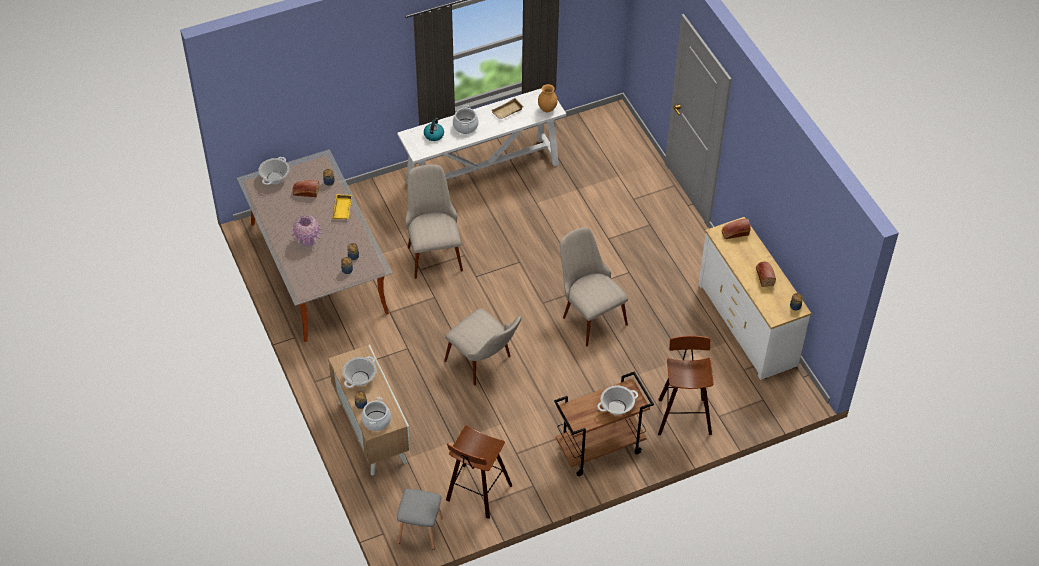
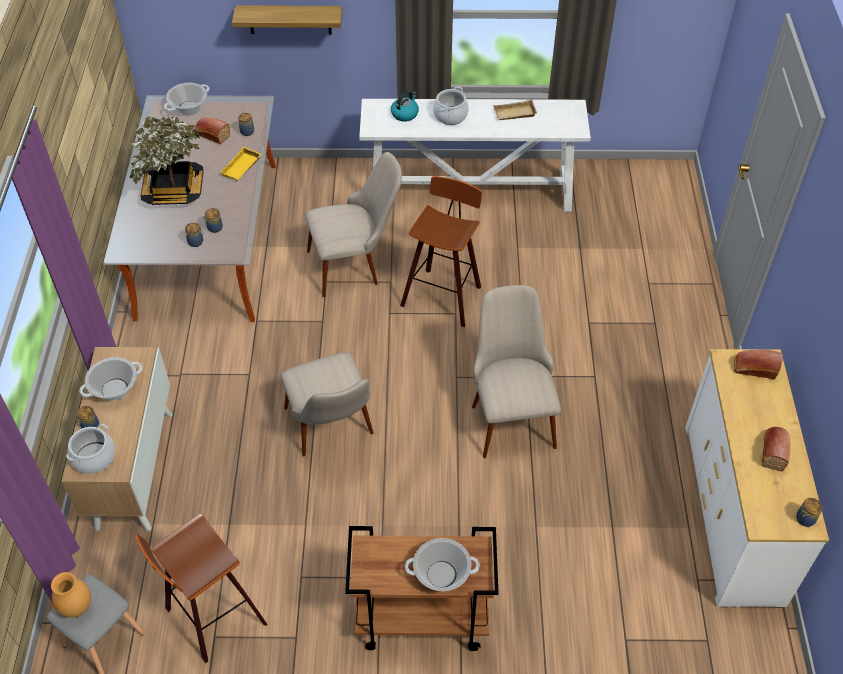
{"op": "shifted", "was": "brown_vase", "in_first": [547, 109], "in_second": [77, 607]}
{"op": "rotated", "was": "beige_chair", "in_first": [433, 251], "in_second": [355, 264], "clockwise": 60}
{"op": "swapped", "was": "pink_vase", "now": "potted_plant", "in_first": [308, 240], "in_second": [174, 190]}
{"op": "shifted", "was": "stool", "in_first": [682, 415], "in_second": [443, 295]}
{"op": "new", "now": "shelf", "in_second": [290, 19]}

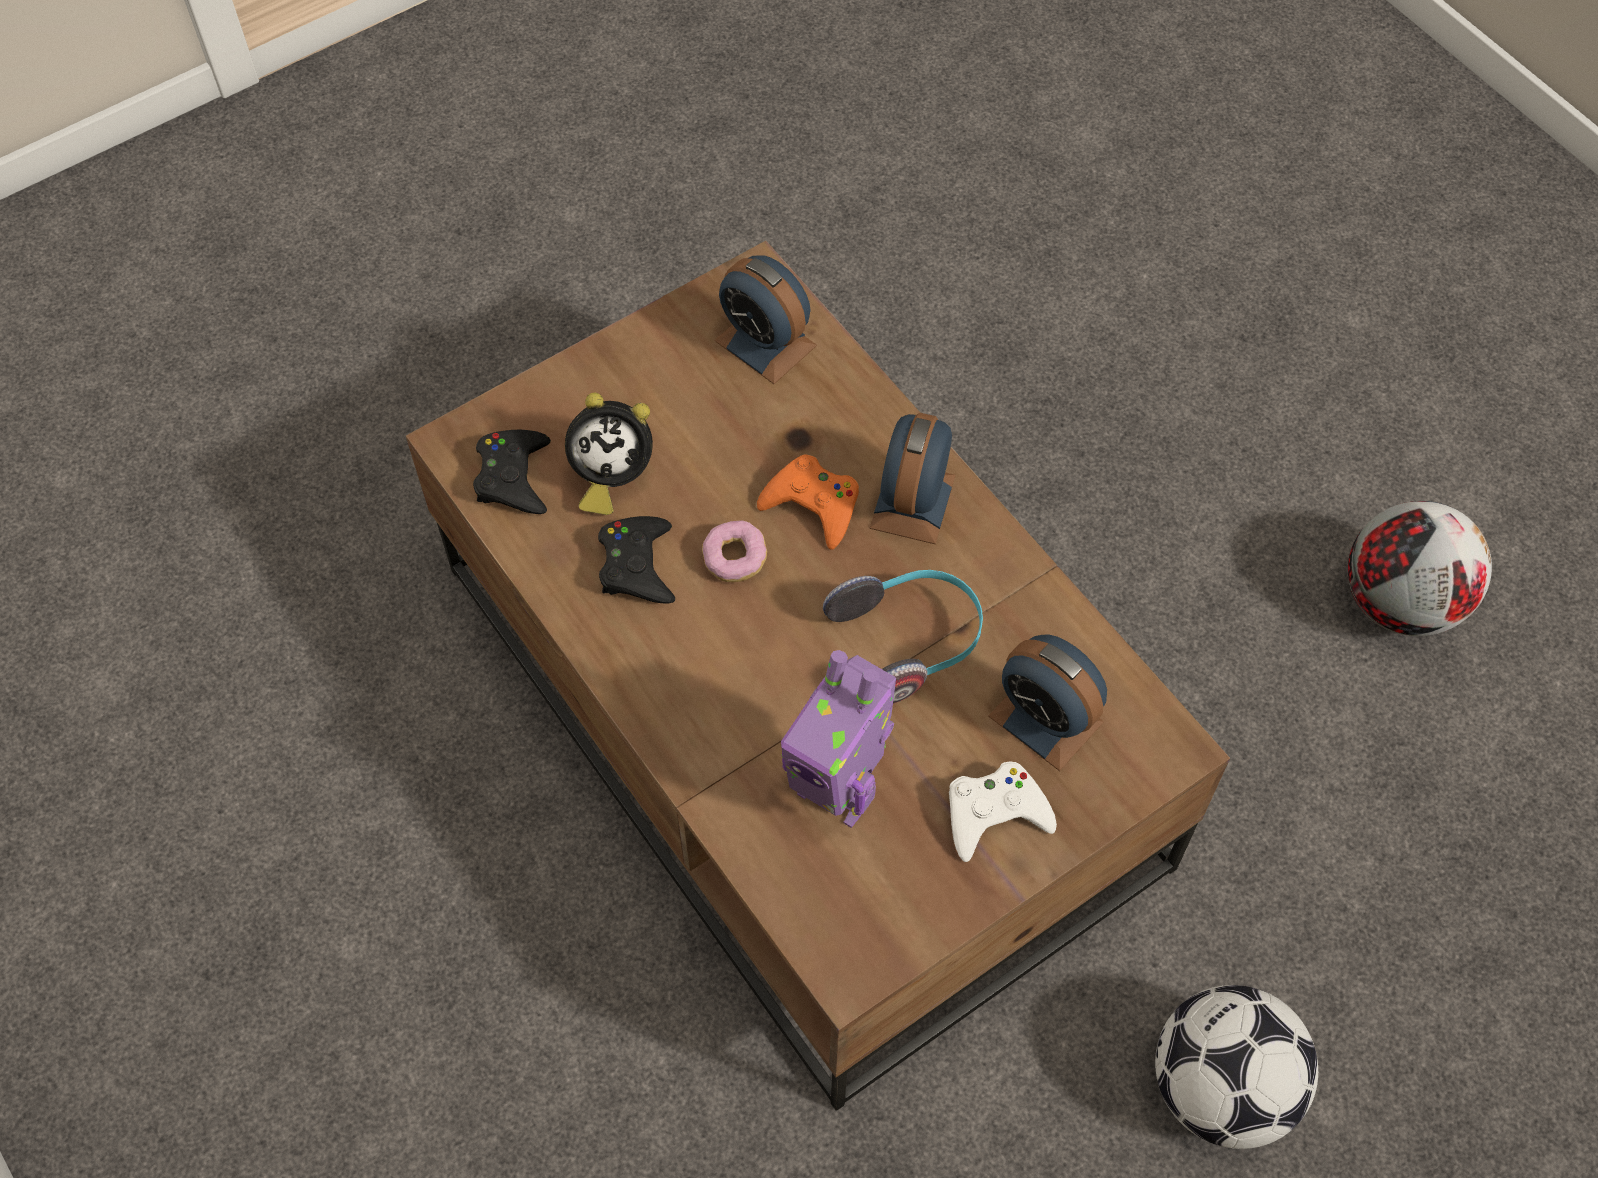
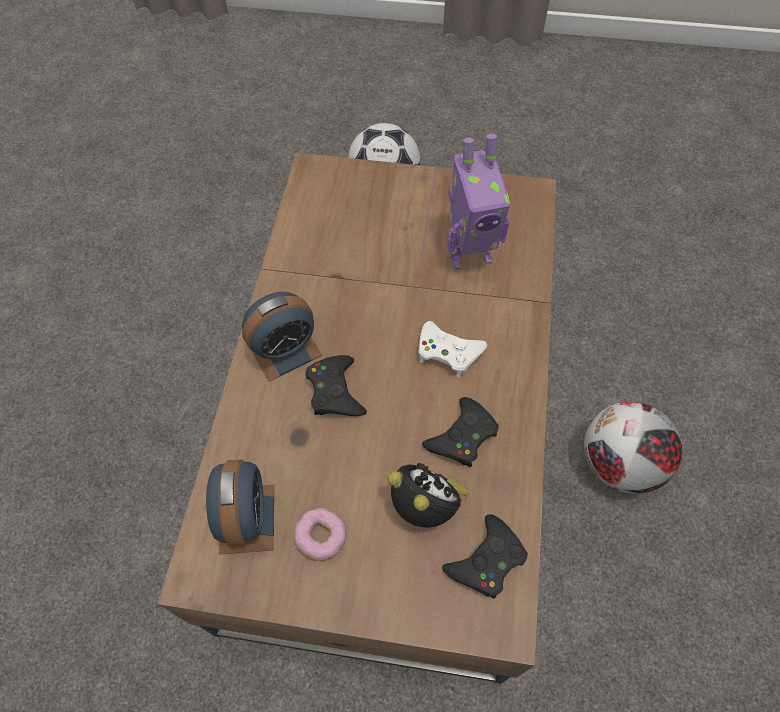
{"op": "repainted", "was": "orange_game_controller", "now": "black_game_controller", "in_first": [813, 505], "in_second": [335, 391]}
{"op": "shifted", "was": "football", "in_first": [1399, 601], "in_second": [618, 465]}
{"op": "shifted", "was": "donut", "in_first": [735, 559], "in_second": [321, 537]}
{"op": "gone", "was": "headphones", "in_first": [909, 642]}
{"op": "gone", "was": "alarm_clock", "in_first": [1045, 719]}
{"op": "rotated", "was": "toy_robot", "in_first": [838, 791], "in_second": [469, 254], "clockwise": 90}
{"op": "shifted", "was": "white_game_controller", "in_first": [994, 814], "in_second": [448, 352]}

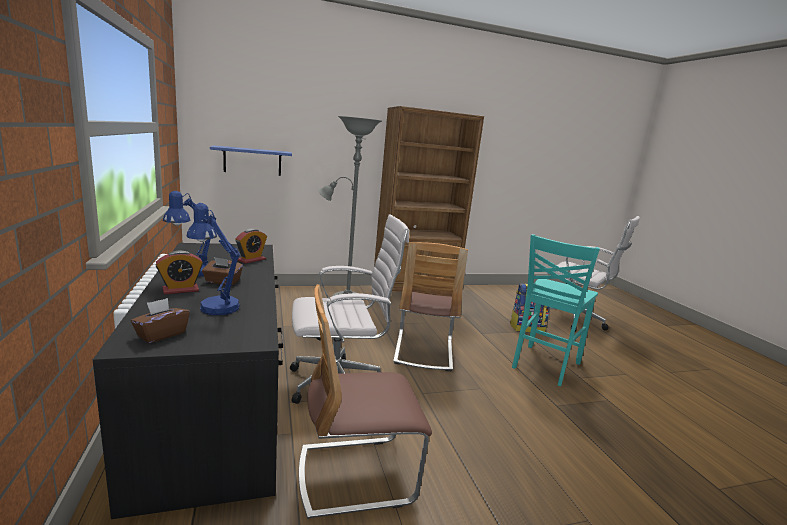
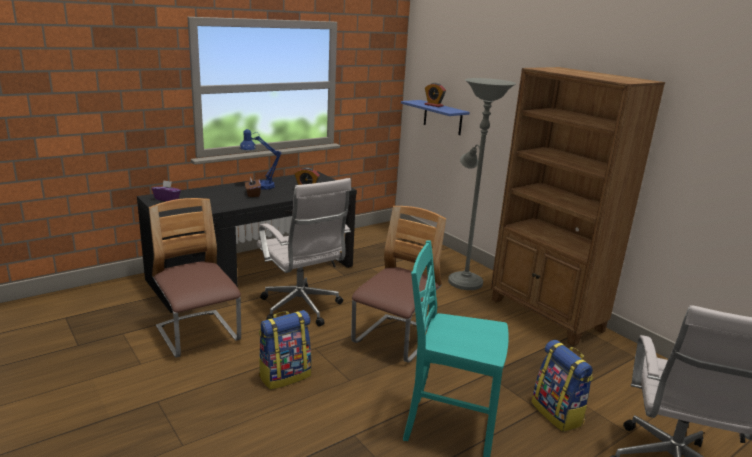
{"op": "gone", "was": "blue_table_lamp", "in_first": [215, 305]}
{"op": "rotated", "was": "chair", "in_first": [423, 351], "in_second": [395, 340], "clockwise": 135}
{"op": "shifted", "was": "alarm_clock", "in_first": [180, 290], "in_second": [433, 105]}
{"op": "repainted", "was": "brown_tissue_box", "now": "purple_tissue_box", "in_first": [161, 334], "in_second": [167, 199]}
{"op": "new", "now": "backpack", "in_second": [285, 375]}

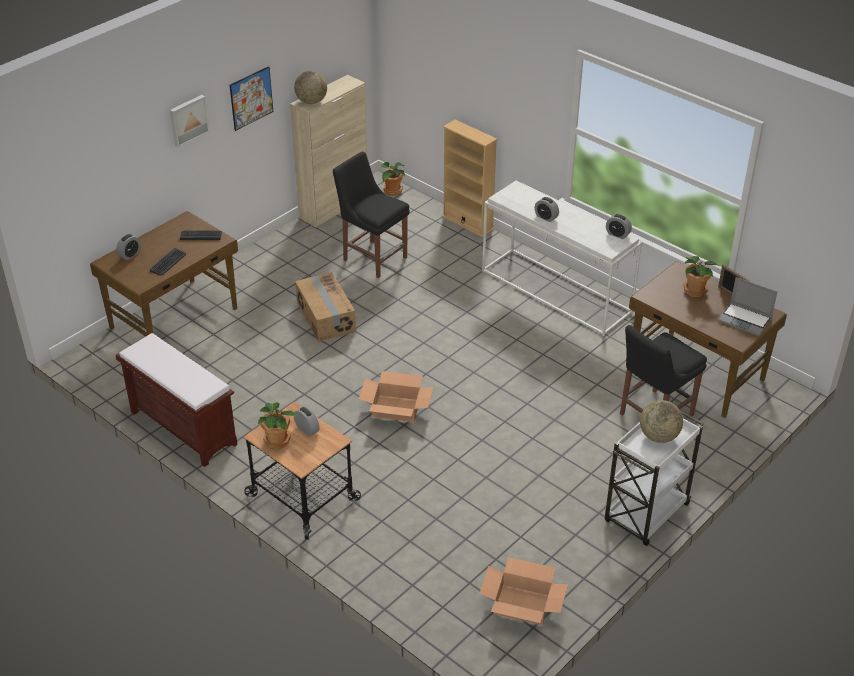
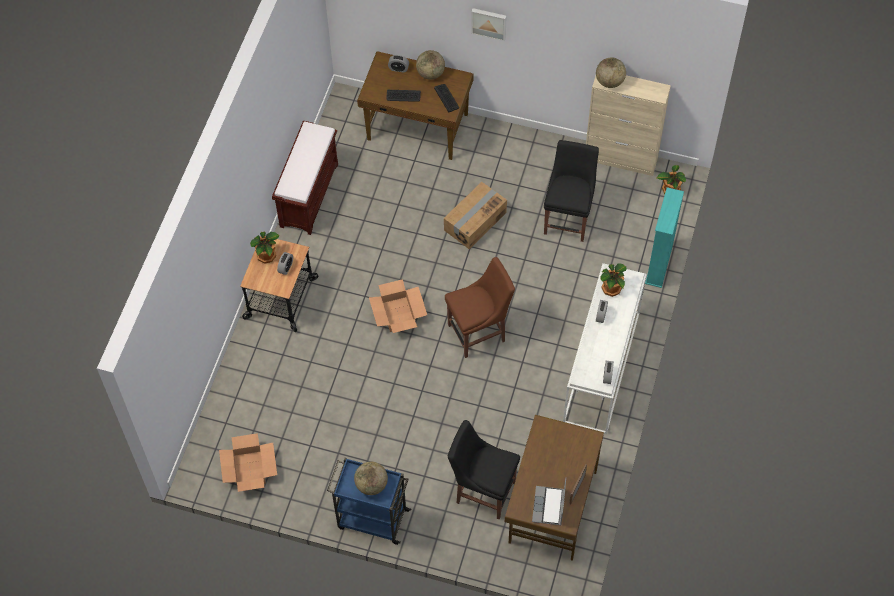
{"op": "gone", "was": "picture", "in_first": [251, 98]}
{"op": "repainted", "was": "beige_bookcase", "now": "turquoise_bookcase", "in_first": [467, 223], "in_second": [659, 265]}
{"op": "shifted", "was": "potted_plant", "in_first": [695, 290], "in_second": [612, 288]}
{"op": "repainted", "was": "white_cart", "now": "blue_cart", "in_first": [645, 514], "in_second": [372, 519]}
{"op": "new", "now": "globe", "in_second": [430, 73]}
{"op": "new", "now": "brown_chair", "in_second": [479, 332]}

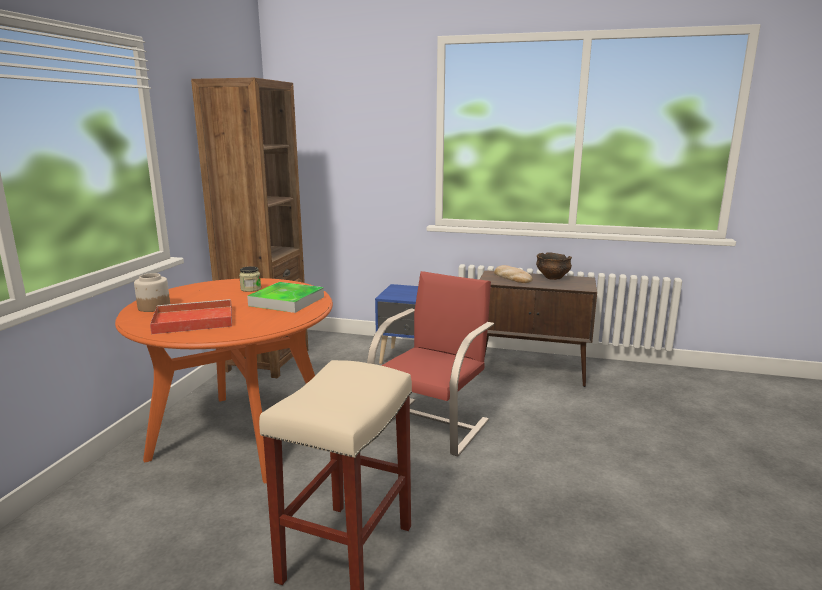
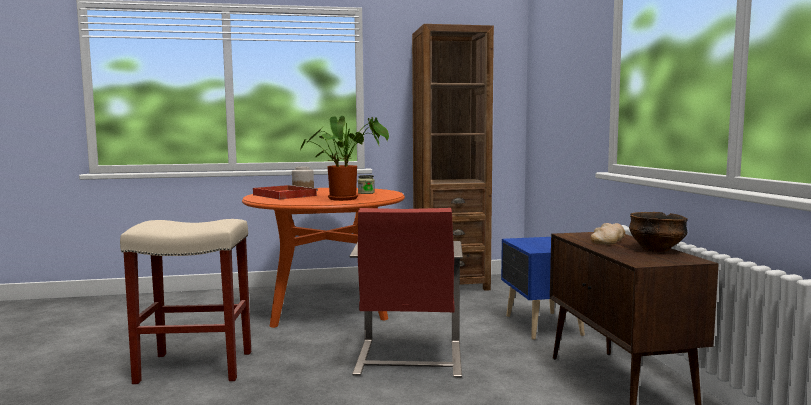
{"op": "rotated", "was": "red_chair", "in_first": [432, 425], "in_second": [408, 359], "clockwise": 90}
{"op": "swapped", "was": "tray", "now": "potted_plant", "in_first": [287, 301], "in_second": [346, 198]}

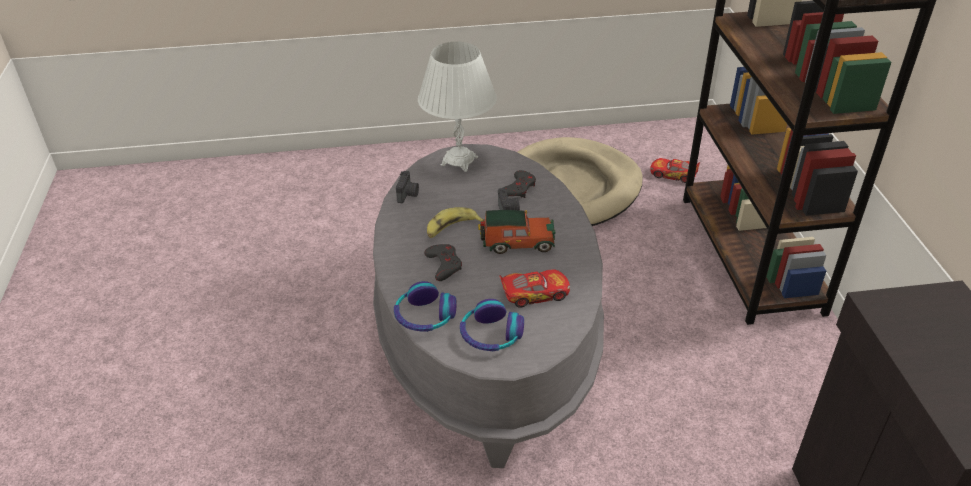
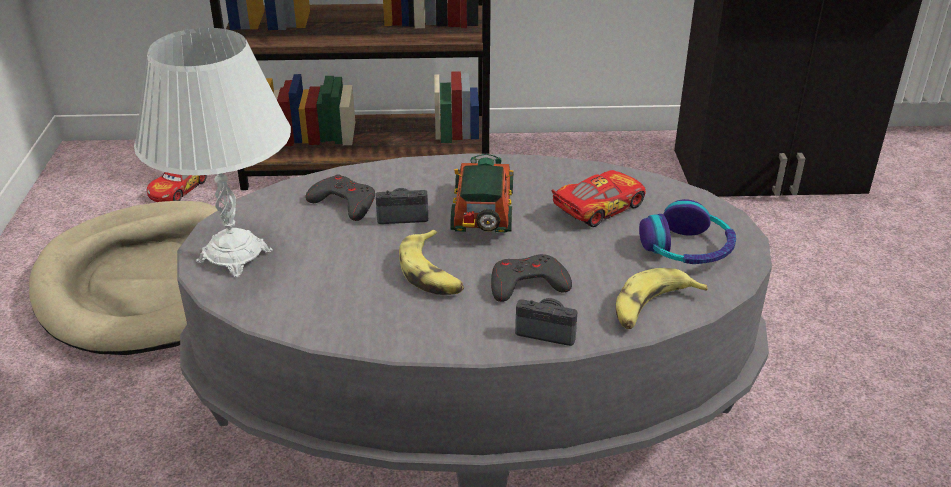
{"op": "shifted", "was": "photo_camera", "in_first": [408, 194], "in_second": [547, 331]}
{"op": "rotated", "was": "toy_car", "in_first": [535, 293], "in_second": [599, 207], "clockwise": 60}
{"op": "swapped", "was": "headphones", "now": "banana", "in_first": [424, 316], "in_second": [652, 308]}

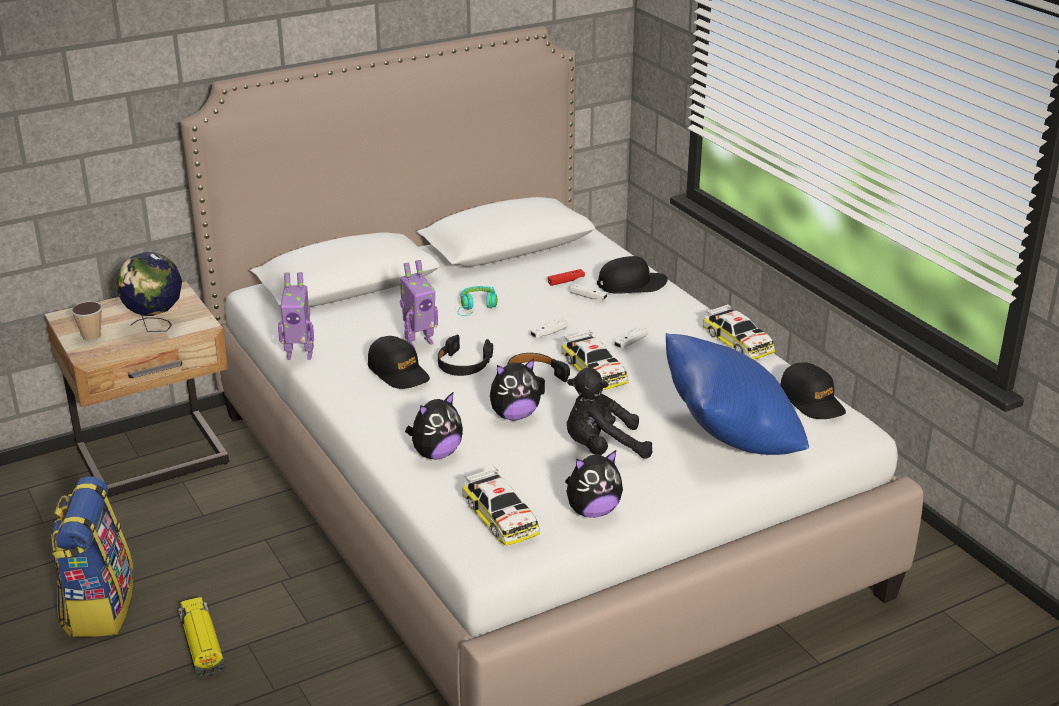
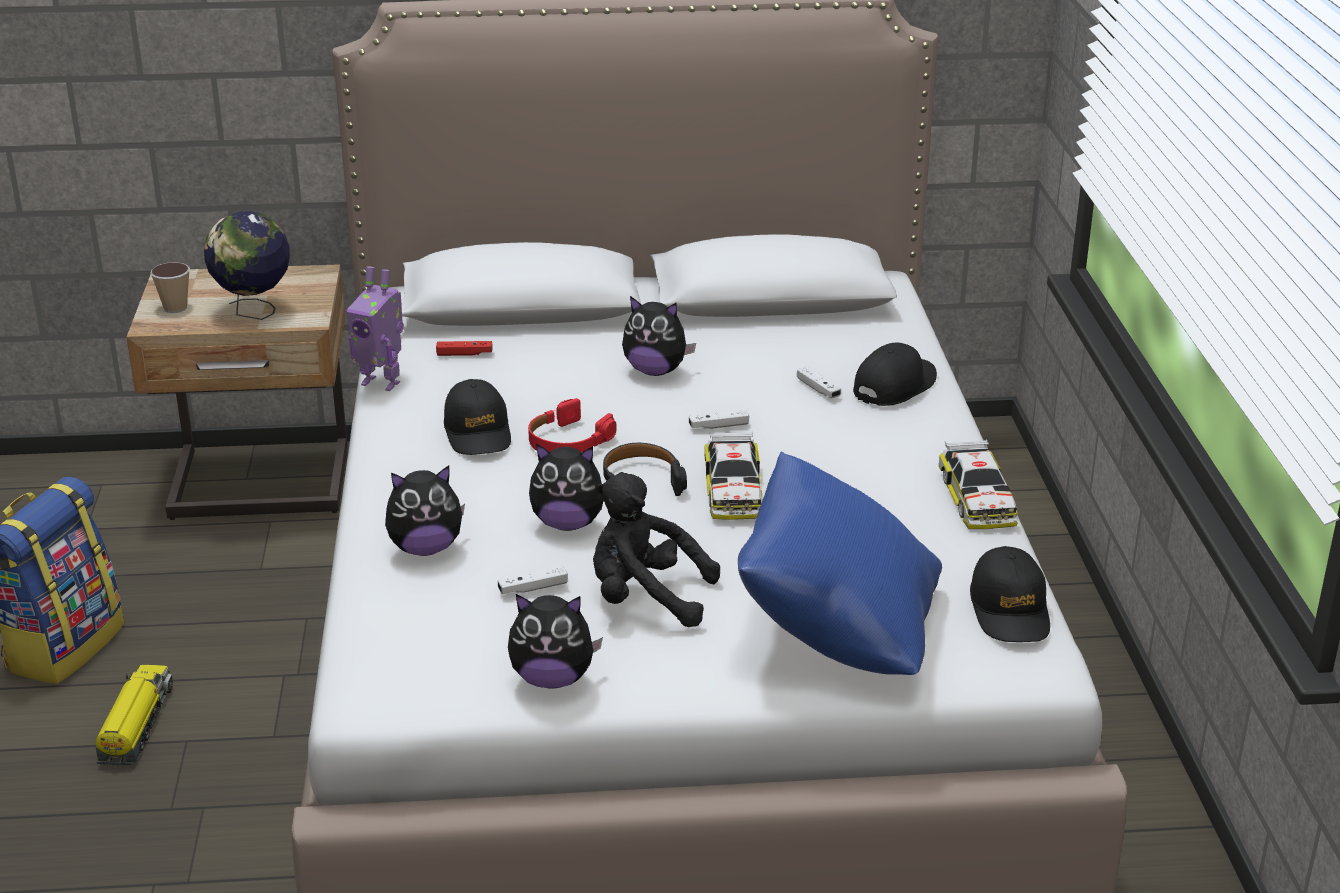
{"op": "rotated", "was": "black_cap", "in_first": [631, 285], "in_second": [895, 386], "clockwise": -60}
{"op": "gone", "was": "toy_robot", "in_first": [418, 342]}
{"op": "shifted", "was": "red_game_controller", "in_first": [566, 281], "in_second": [464, 354]}
{"op": "swapped", "was": "turquoise_headphones", "now": "plush_toy", "in_first": [476, 307], "in_second": [655, 371]}
{"op": "shifted", "was": "white_game_controller", "in_first": [630, 342], "in_second": [533, 588]}
{"op": "repainted", "was": "black_headphones", "now": "red_headphones", "in_first": [463, 364], "in_second": [567, 441]}
{"op": "gone", "was": "toy_car", "in_first": [501, 517]}

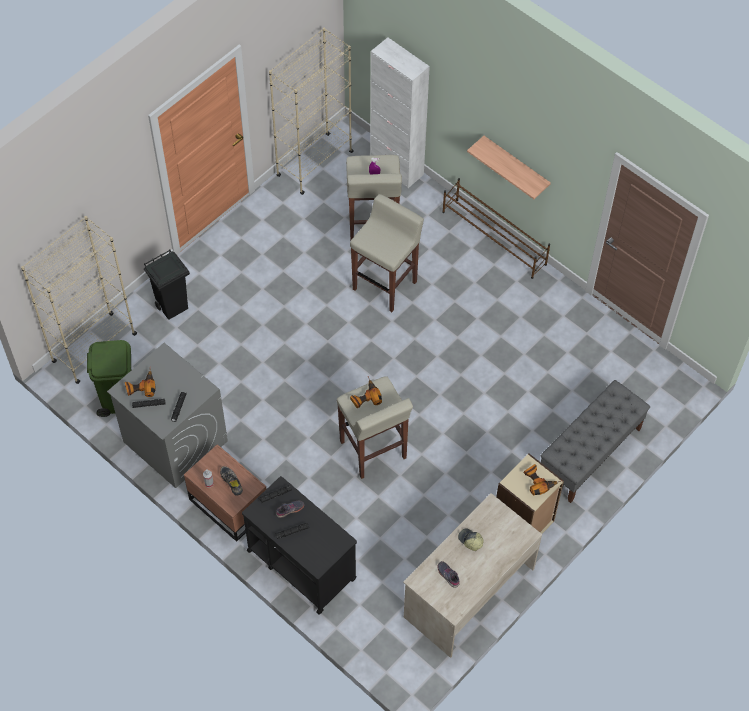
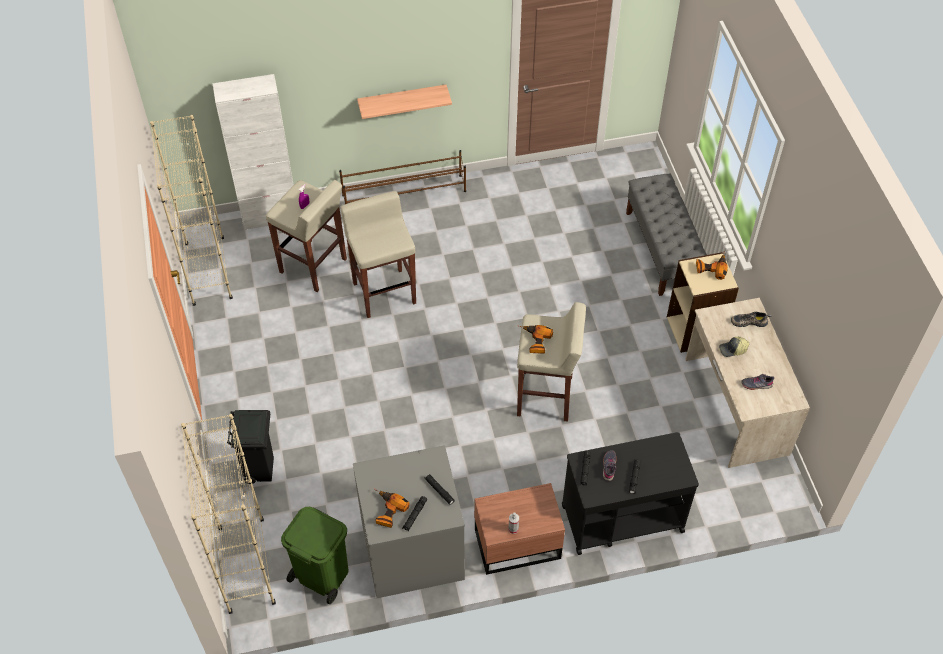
{"op": "shifted", "was": "shoe", "in_first": [232, 481], "in_second": [749, 321]}

